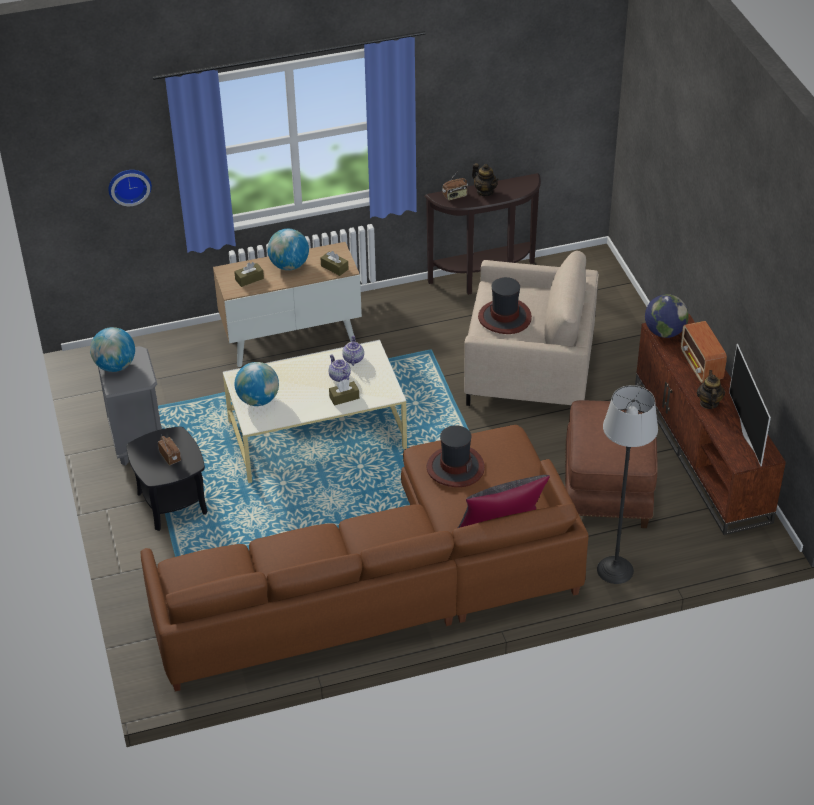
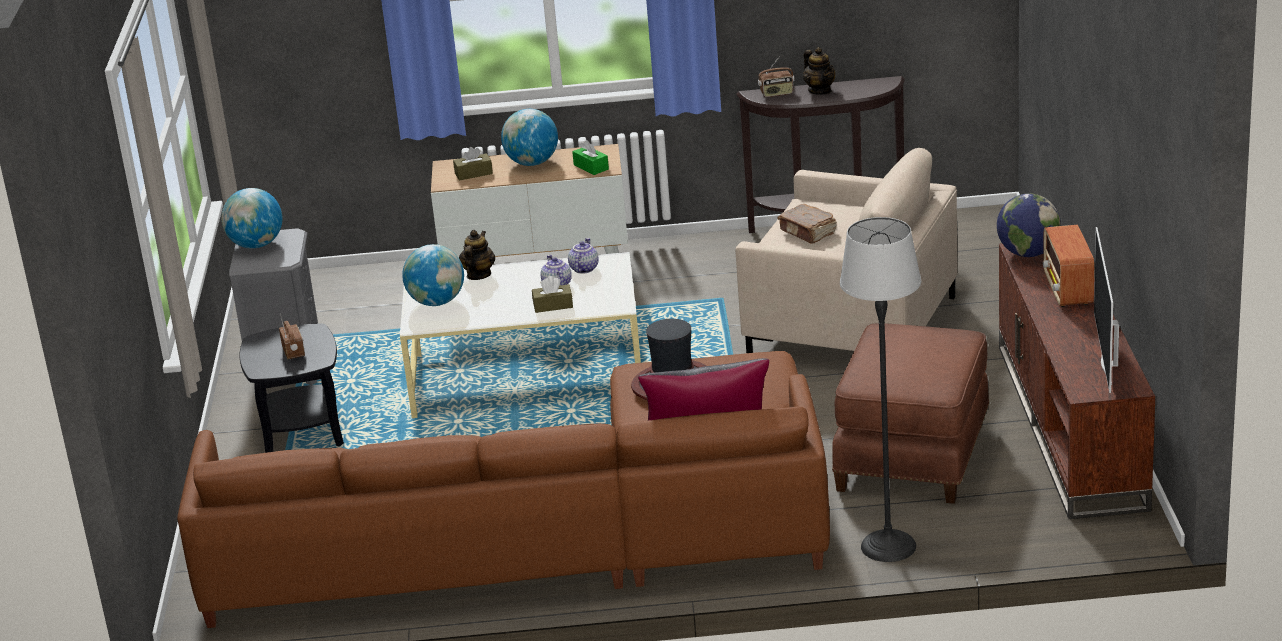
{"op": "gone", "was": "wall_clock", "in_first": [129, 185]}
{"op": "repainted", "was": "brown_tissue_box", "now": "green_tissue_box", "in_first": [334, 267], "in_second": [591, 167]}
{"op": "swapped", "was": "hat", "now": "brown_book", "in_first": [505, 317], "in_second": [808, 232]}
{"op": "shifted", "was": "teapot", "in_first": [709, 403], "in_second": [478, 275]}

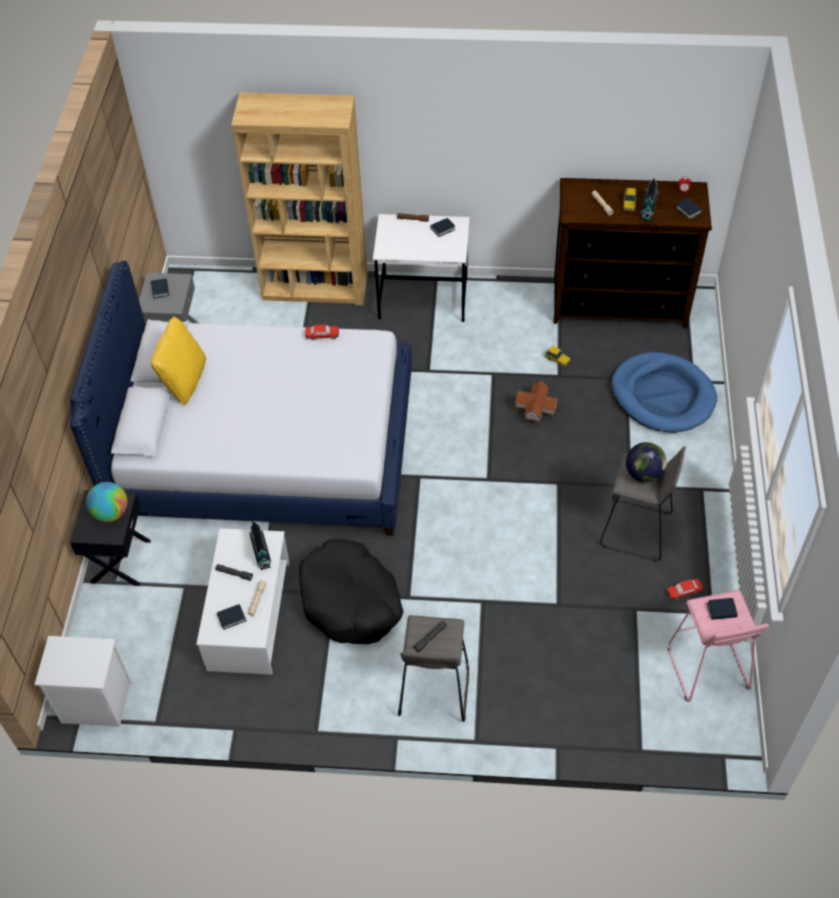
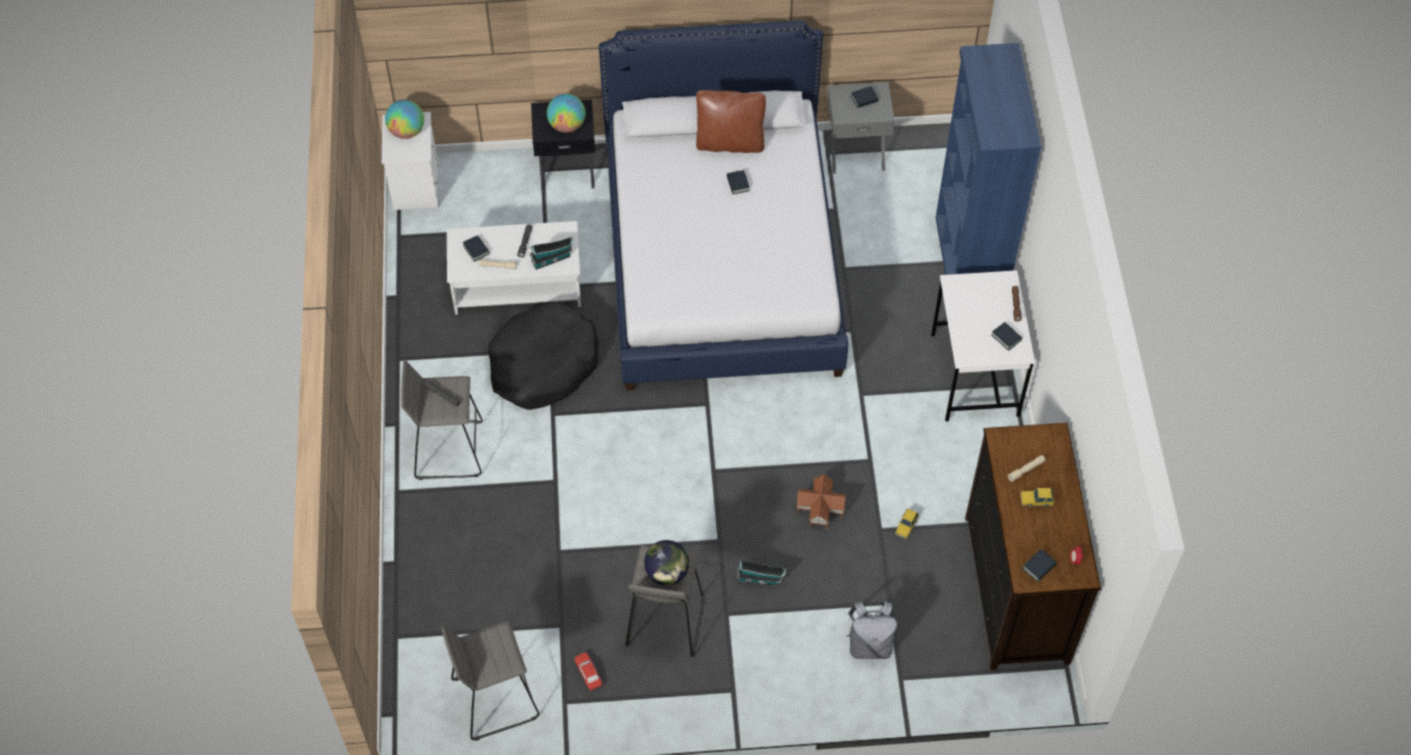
{"op": "repainted", "was": "brown_bookcase", "now": "blue_bookcase", "in_first": [315, 287], "in_second": [968, 265]}
{"op": "shifted", "was": "toy_house", "in_first": [648, 208], "in_second": [761, 579]}
{"op": "repainted", "was": "yellow_pillow", "now": "brown_pillow", "in_first": [184, 381], "in_second": [730, 142]}
{"op": "gone", "was": "toy_car", "in_first": [322, 335]}
{"op": "swapped", "was": "blue_dog_bed", "now": "grey_backpack", "in_first": [662, 396], "in_second": [869, 644]}
{"op": "repainted", "was": "pink_stool", "now": "grey_stool", "in_first": [707, 668], "in_second": [495, 698]}
{"op": "shifted", "was": "book", "in_first": [721, 610], "in_second": [737, 184]}
{"op": "new", "now": "globe", "in_second": [406, 131]}

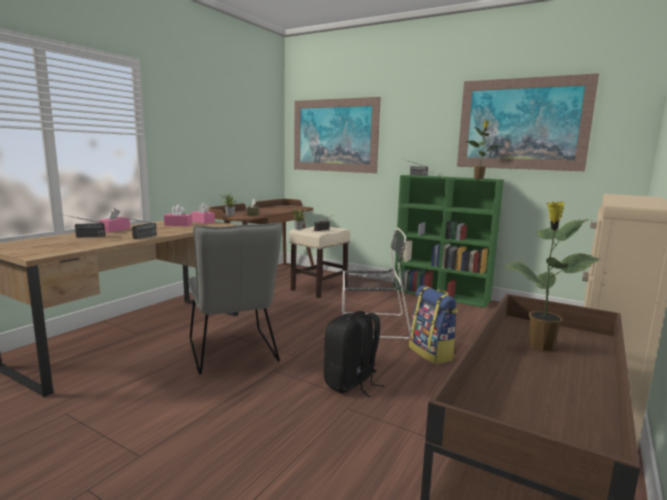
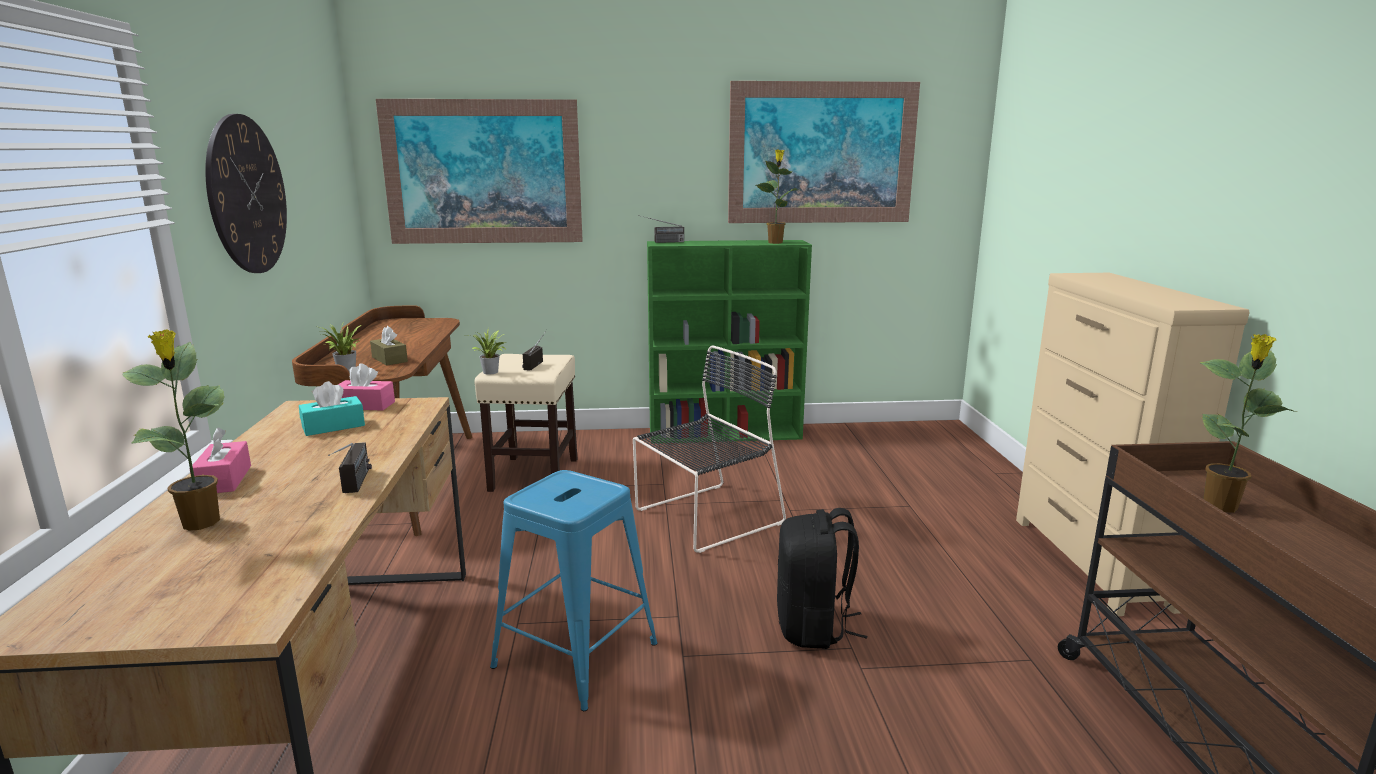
{"op": "repainted", "was": "pink_tissue_box", "now": "turquoise_tissue_box", "in_first": [178, 224], "in_second": [333, 426]}
{"op": "swapped", "was": "radio", "now": "potted_plant", "in_first": [83, 236], "in_second": [201, 523]}
{"op": "swapped", "was": "grey_chair", "now": "blue_stool", "in_first": [233, 353], "in_second": [575, 654]}
{"op": "gone", "was": "backpack", "in_first": [432, 353]}
{"op": "new", "now": "wall_clock", "in_second": [247, 195]}

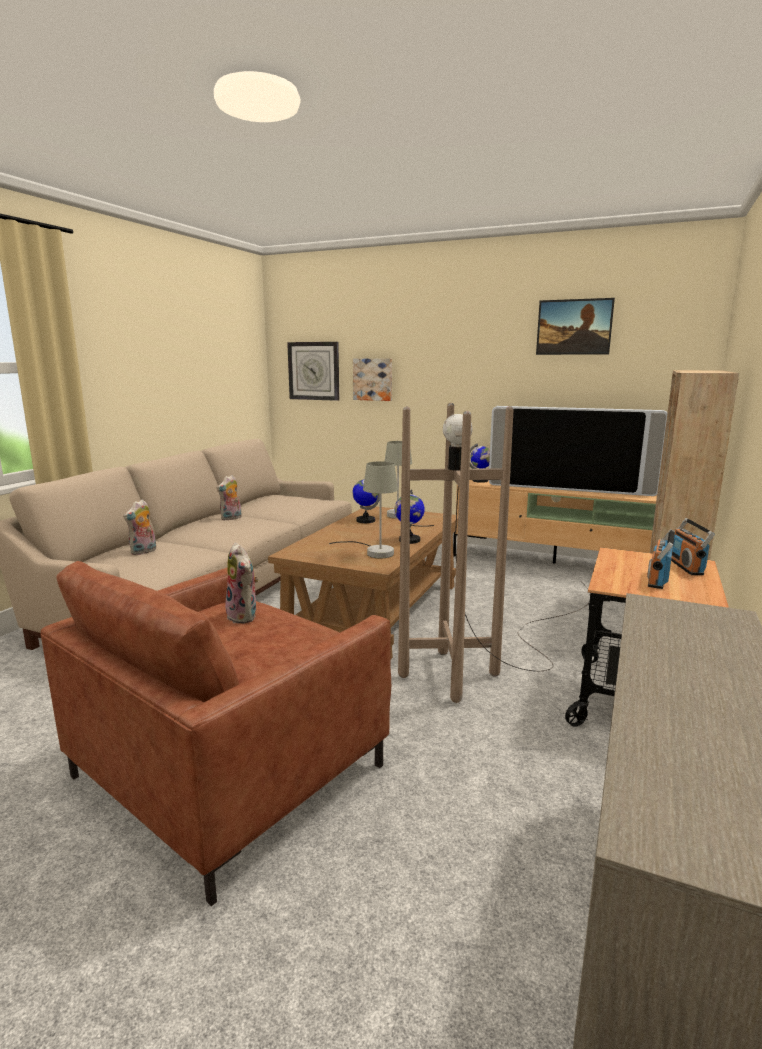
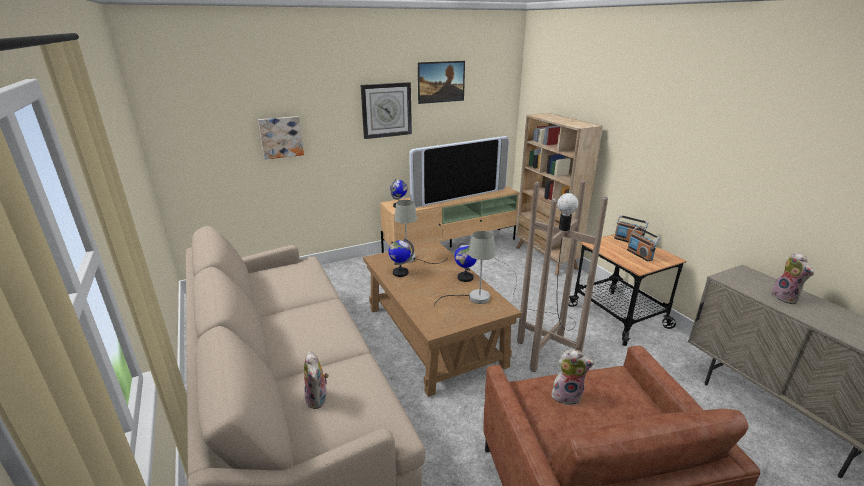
{"op": "shifted", "was": "wall_clock", "in_first": [314, 371], "in_second": [386, 110]}
{"op": "shifted", "was": "plush_toy", "in_first": [231, 518], "in_second": [786, 298]}

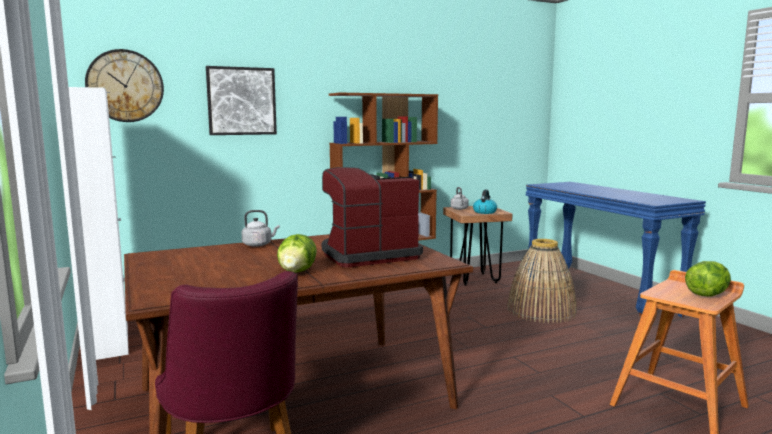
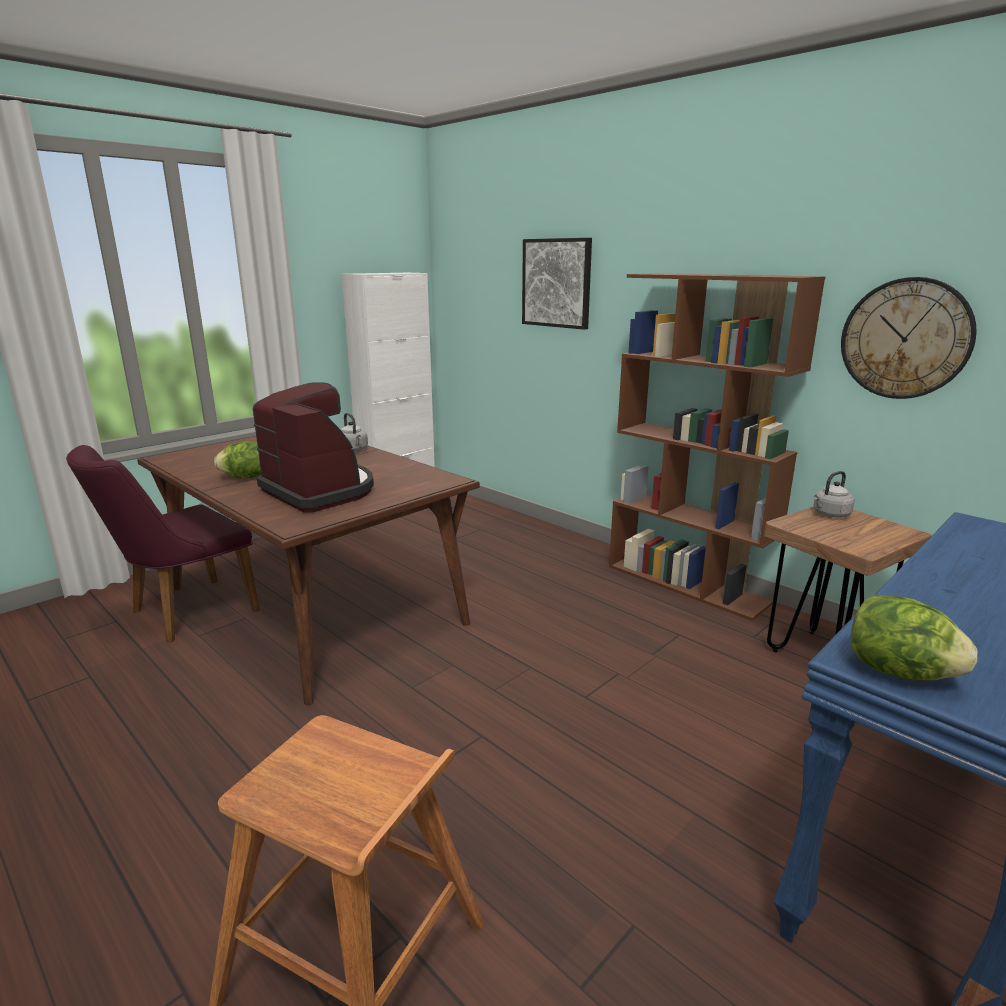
{"op": "shifted", "was": "wall_clock", "in_first": [125, 86], "in_second": [905, 339]}
{"op": "gone", "was": "kettle", "in_first": [484, 212]}
{"op": "gone", "was": "basket", "in_first": [541, 311]}
{"op": "shifted", "was": "lettuce", "in_first": [707, 294], "in_second": [898, 672]}

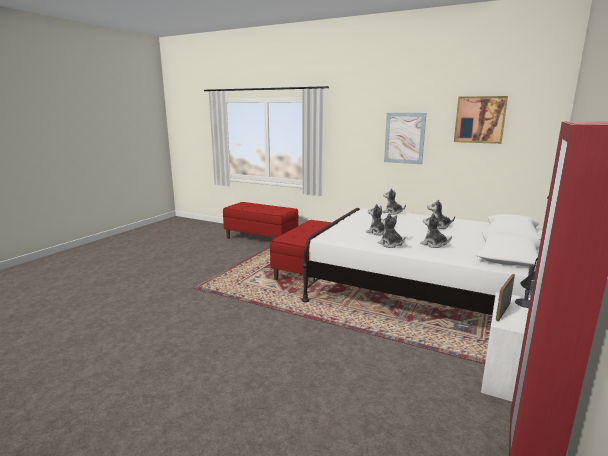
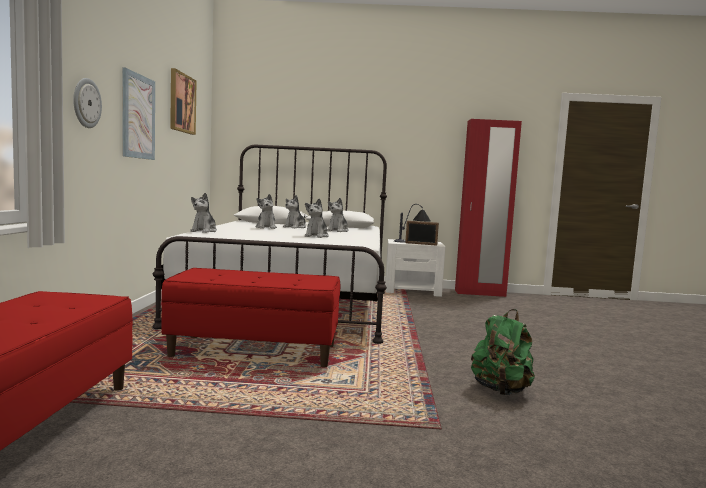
{"op": "shifted", "was": "plush_toy", "in_first": [390, 245], "in_second": [295, 227]}
{"op": "new", "now": "wall_clock", "in_second": [86, 103]}
{"op": "new", "now": "green_backpack", "in_second": [501, 390]}

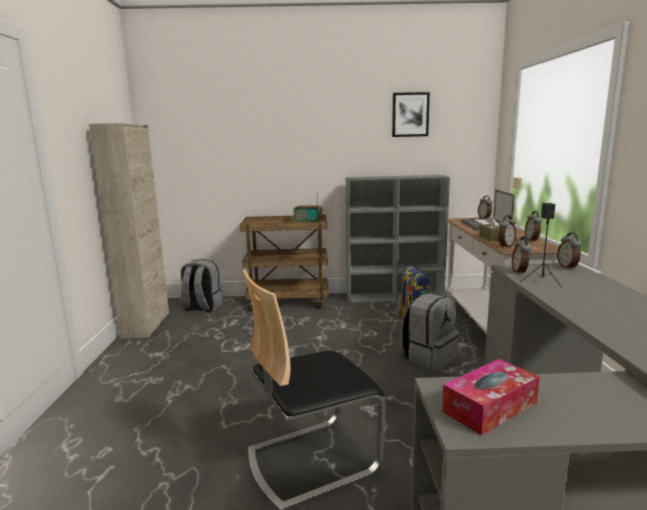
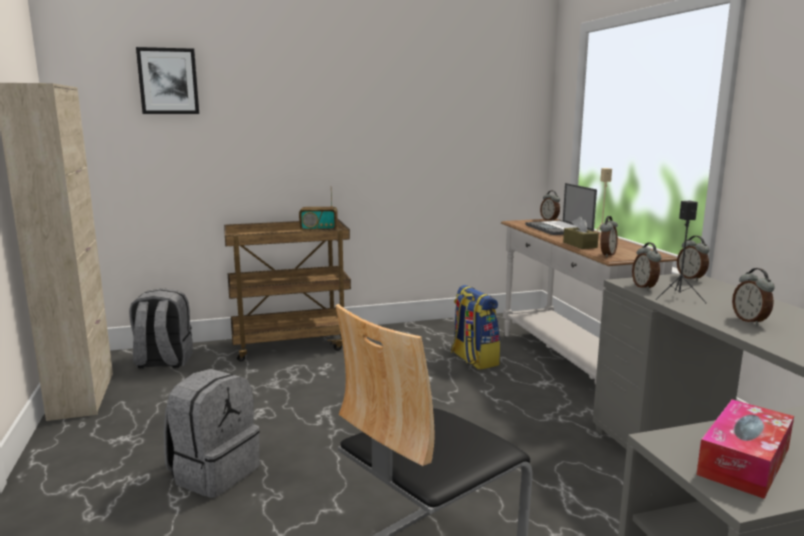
{"op": "shifted", "was": "picture", "in_first": [410, 114], "in_second": [168, 81]}
{"op": "gone", "was": "grey_bookcase", "in_first": [395, 297]}
{"op": "shifted", "was": "alarm_clock", "in_first": [532, 240], "in_second": [750, 321]}
{"op": "shifted", "was": "grey_backpack", "in_first": [428, 357], "in_second": [214, 472]}

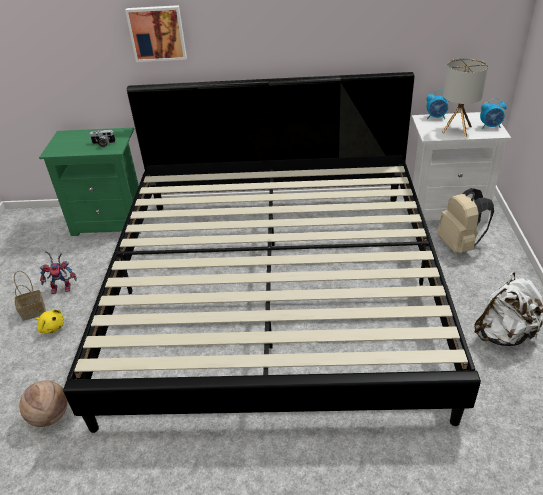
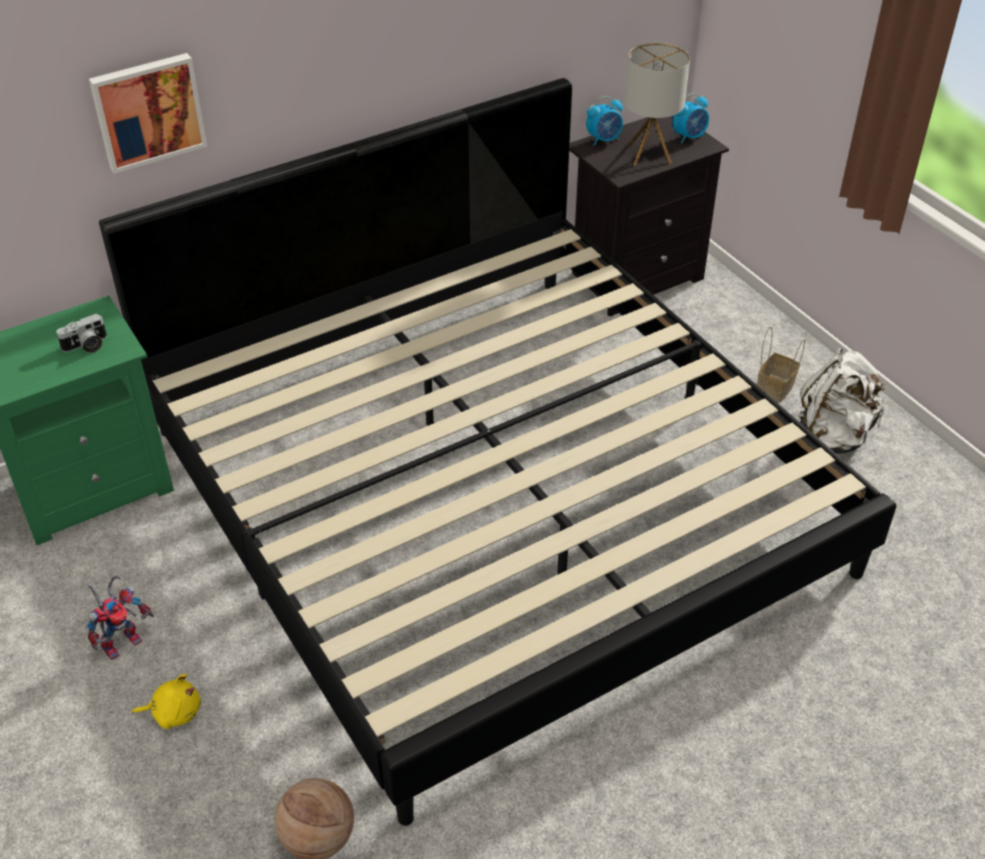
{"op": "repainted", "was": "white_nightstand", "now": "black_nightstand", "in_first": [445, 208], "in_second": [634, 276]}
{"op": "gone", "was": "beige_backpack", "in_first": [459, 245]}
{"op": "shifted", "was": "basket", "in_first": [34, 311], "in_second": [775, 387]}

